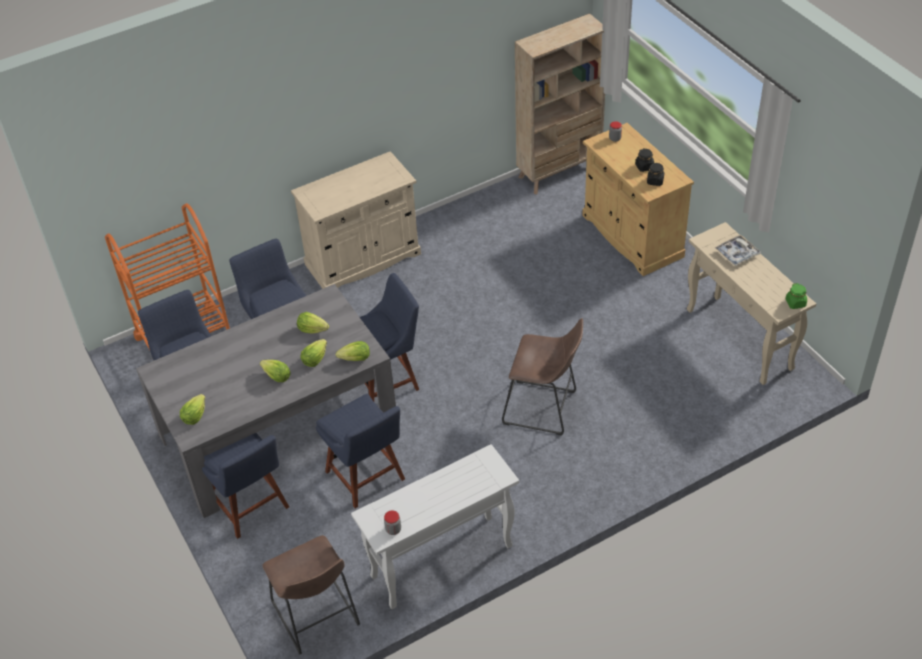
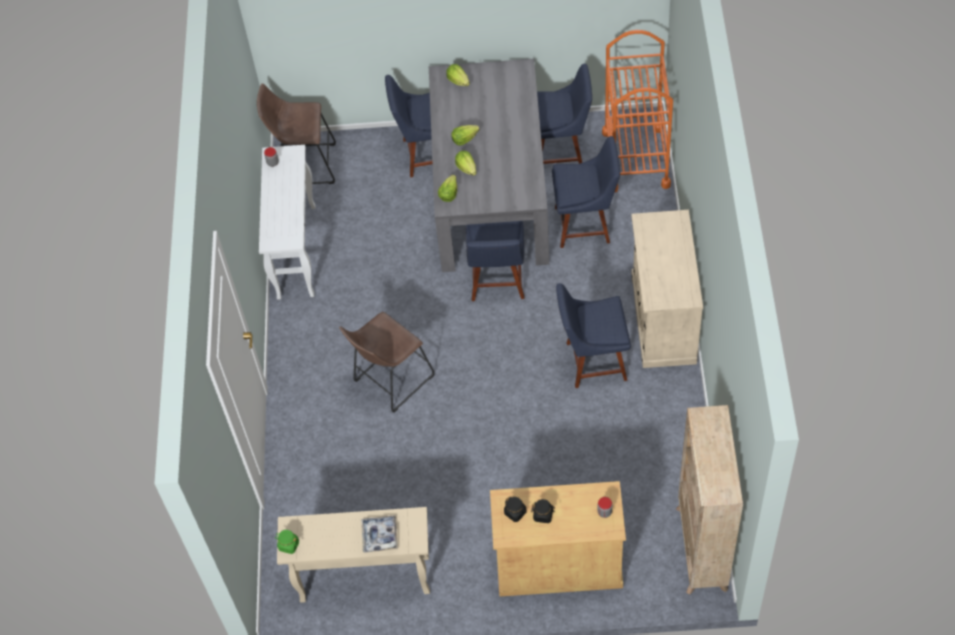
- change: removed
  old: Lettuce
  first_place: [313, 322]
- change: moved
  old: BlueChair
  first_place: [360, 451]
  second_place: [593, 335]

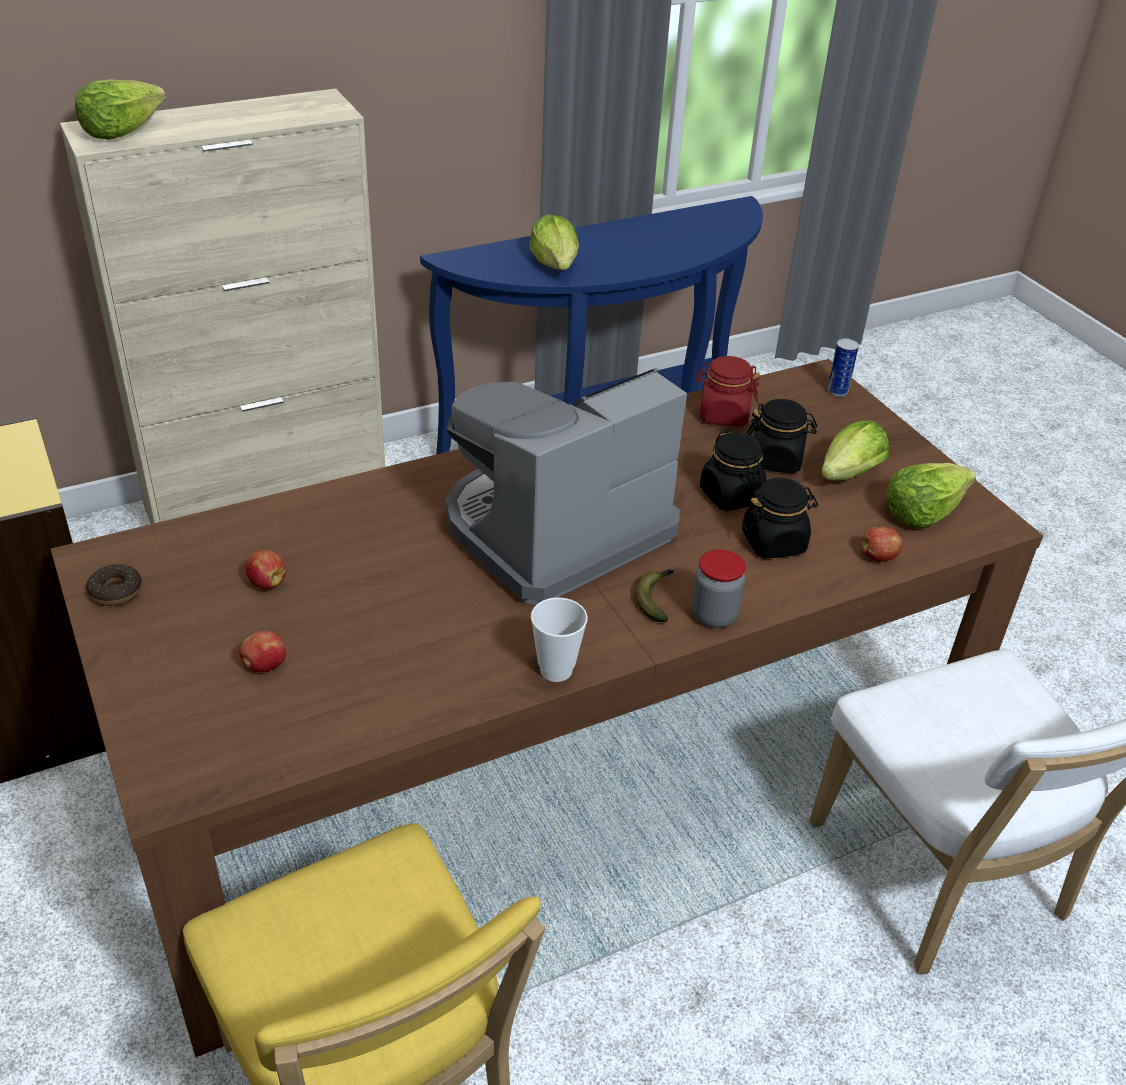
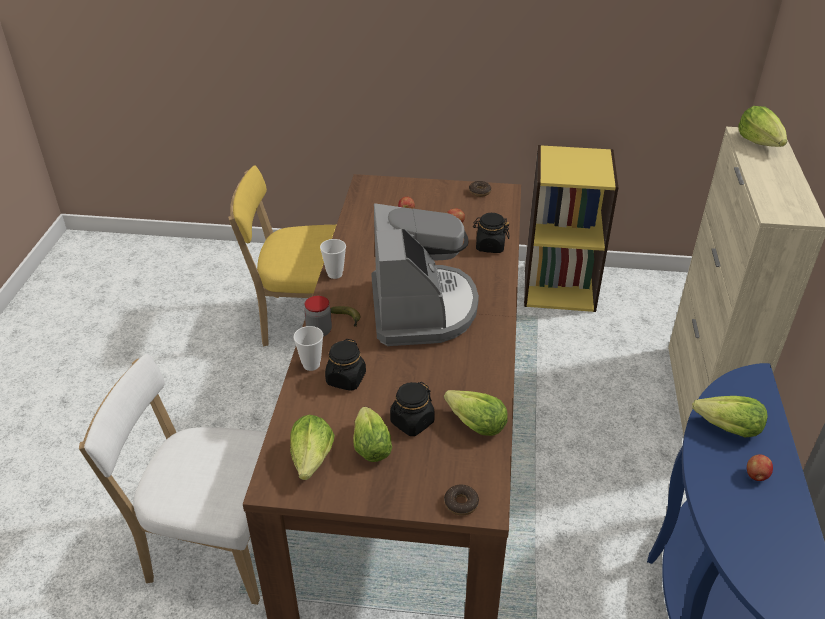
- change: replaced
  old: RedJar
  new: Lettuce
  first_place: [728, 391]
  second_place: [476, 413]
- change: moved
  old: BlackJar
  first_place: [733, 470]
  second_place: [491, 233]
- change: replaced
  old: Can
  new: Donut
  first_place: [843, 367]
  second_place: [461, 500]
- change: moved
  old: Apple
  first_place: [882, 544]
  second_place: [760, 468]
- change: added
  new: Cup
  second_place: [308, 348]

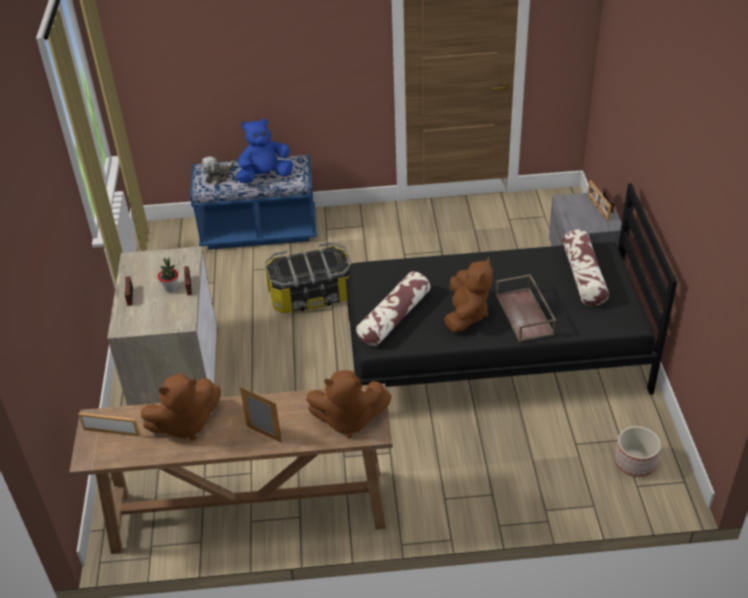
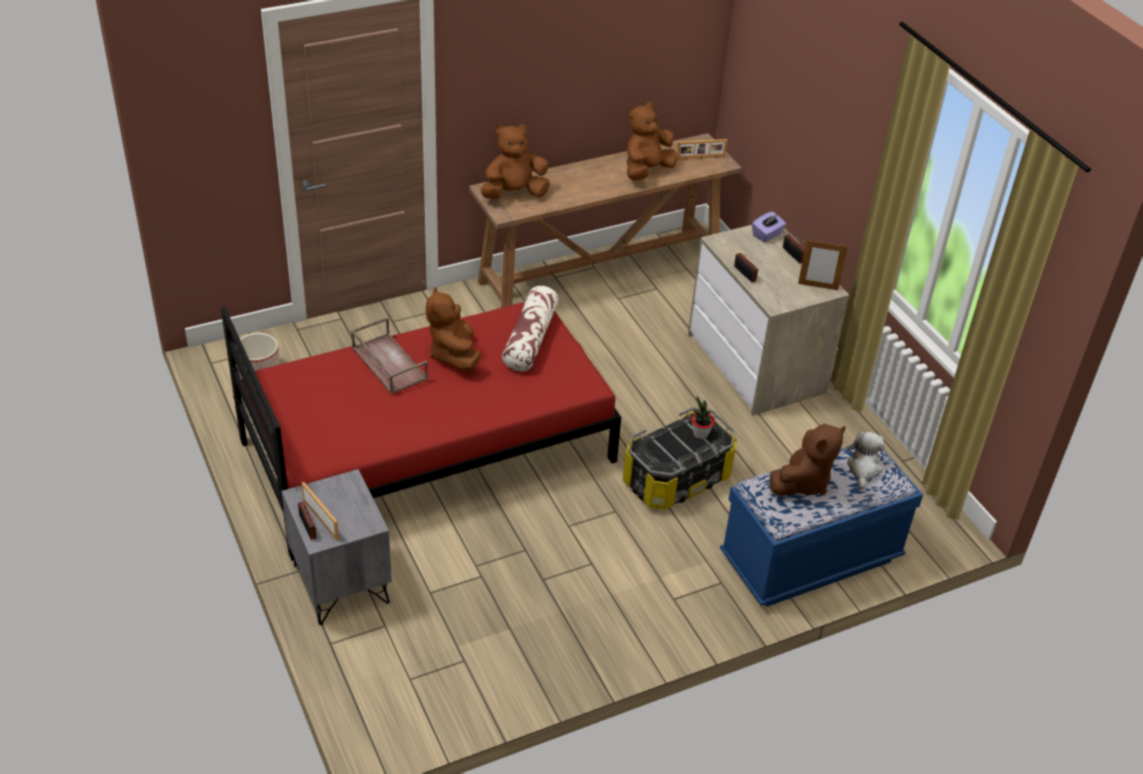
- change: moved
  old: PottedPlant
  first_place: [168, 274]
  second_place: [703, 417]
- change: recoloured
  old: BluePlushToy
  new: BrownPlushToy
  first_place: [264, 151]
  second_place: [807, 460]
- change: moved
  old: PictureFrame
  first_place: [261, 415]
  second_place: [823, 264]
- change: recoloured
  old: BlackBed
  new: RedBed
  first_place: [511, 289]
  second_place: [421, 431]
- change: removed
  old: Pillow
  first_place: [585, 268]
- change: added
  new: PurpleTissueBox
  second_place: [769, 227]

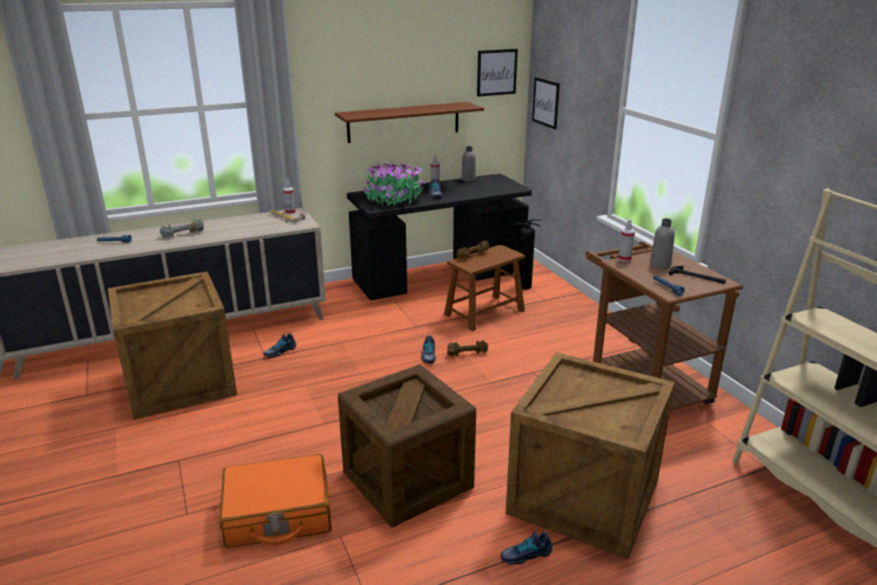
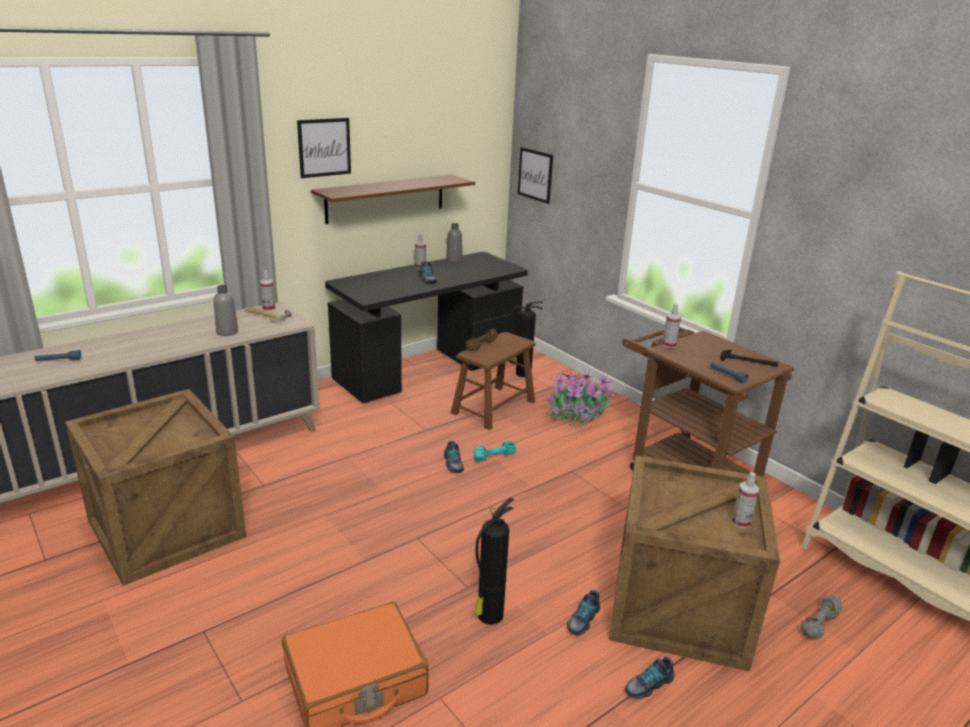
- change: moved
  old: GreyDumbbell
  first_place: [182, 228]
  second_place: [821, 617]
- change: moved
  old: Shoe
  first_place: [279, 345]
  second_place: [583, 612]
- change: replaced
  old: Crate
  new: FireExtinguisher
  first_place: [407, 446]
  second_place: [494, 561]
- change: moved
  old: PottedPlant
  first_place: [393, 182]
  second_place: [580, 397]
- change: recoloured
  old: BrownDumbbell
  new: TurquoiseDumbbell
  first_place: [467, 348]
  second_place: [494, 451]
- change: moved
  old: Picture
  first_place: [497, 73]
  second_place: [324, 148]
- change: moved
  old: GreyBottle
  first_place: [662, 243]
  second_place: [226, 310]
- change: added
  new: SprayBottle
  second_place: [745, 500]

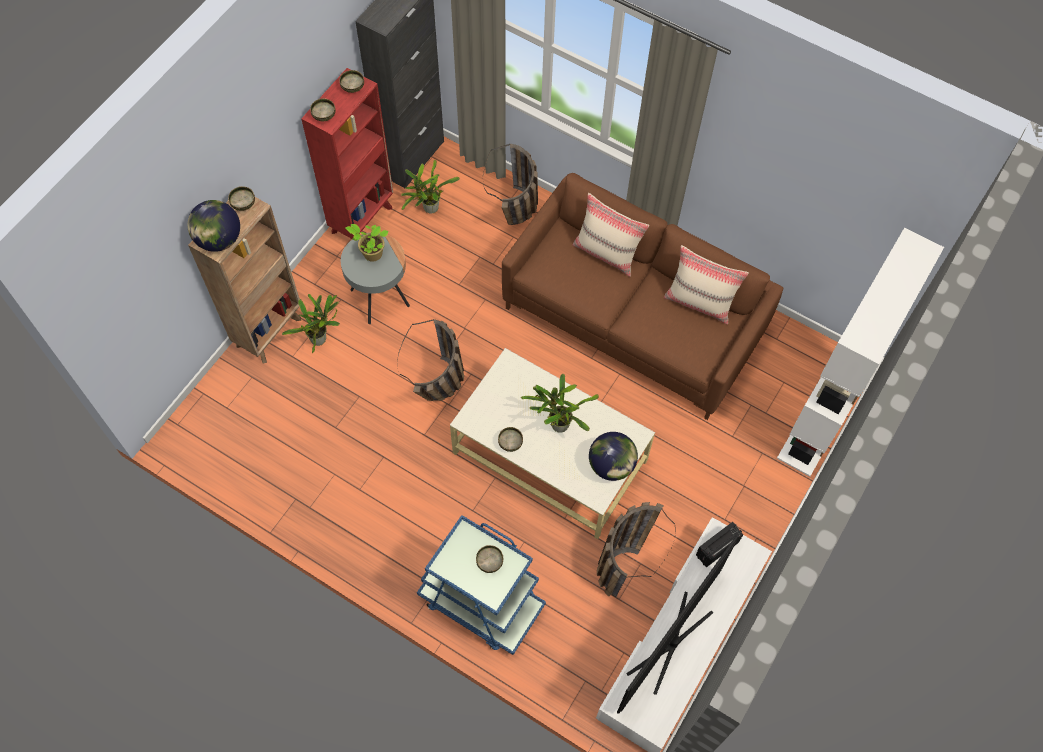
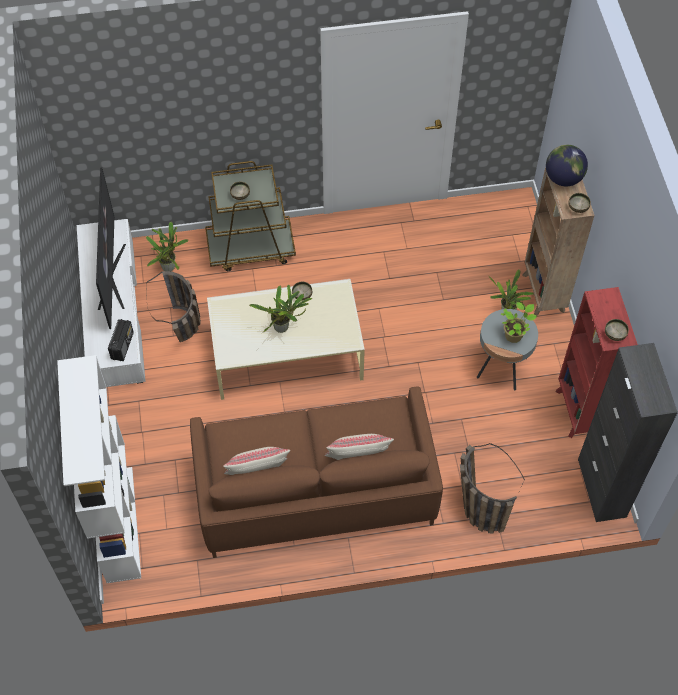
- change: removed
  old: Bowl
  first_place: [323, 109]
- change: removed
  old: Basket
  first_place: [430, 360]
- change: moved
  old: PottedPlant
  first_place: [430, 187]
  second_place: [167, 246]
- change: recoloured
  old: BlueCart
  new: BrownCart
  first_place: [481, 585]
  second_place: [250, 216]
- change: removed
  old: Globe
  first_place: [613, 456]

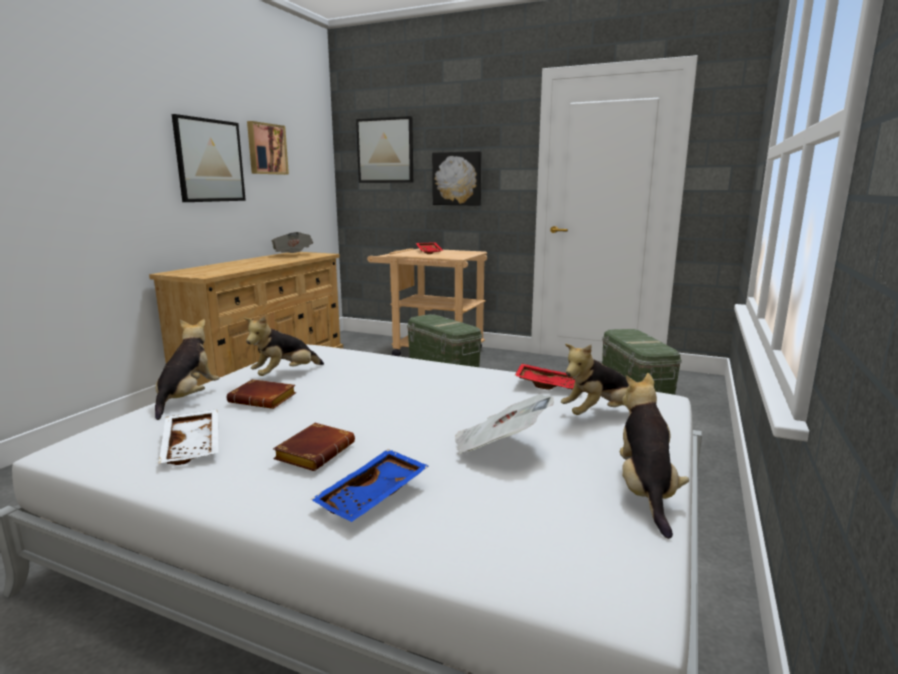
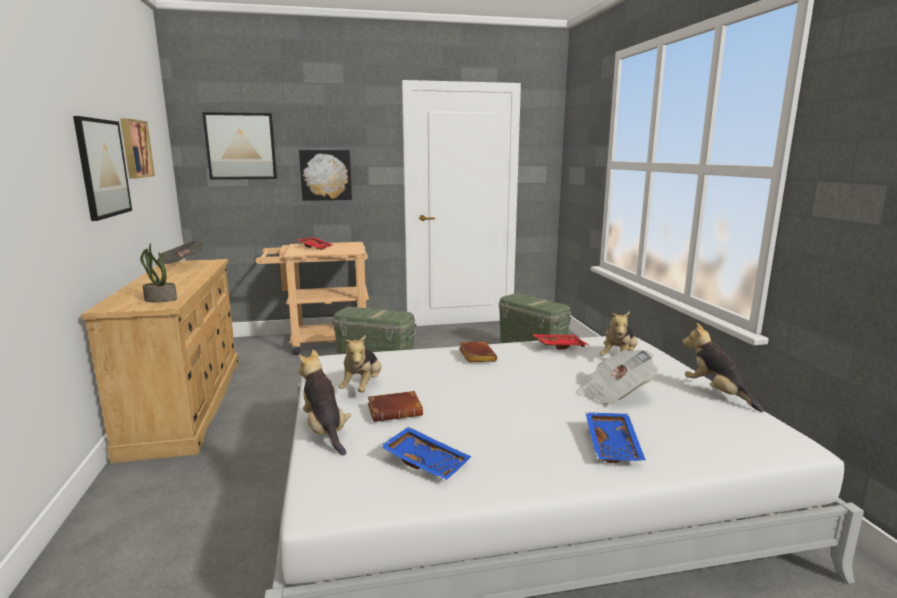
- change: recoloured
  old: WhiteTray
  new: BlueTray
  first_place: [188, 437]
  second_place: [425, 454]
- change: moved
  old: BrownBook
  first_place: [314, 447]
  second_place: [478, 352]
- change: added
  new: PottedPlant
  second_place: [158, 272]

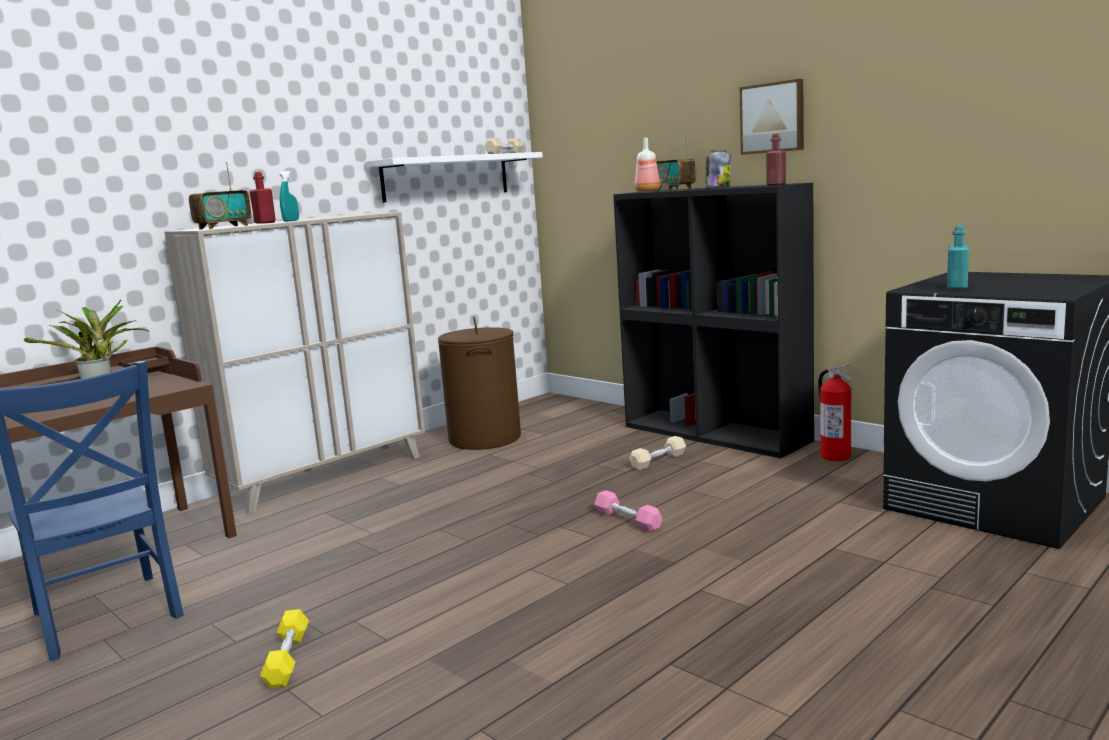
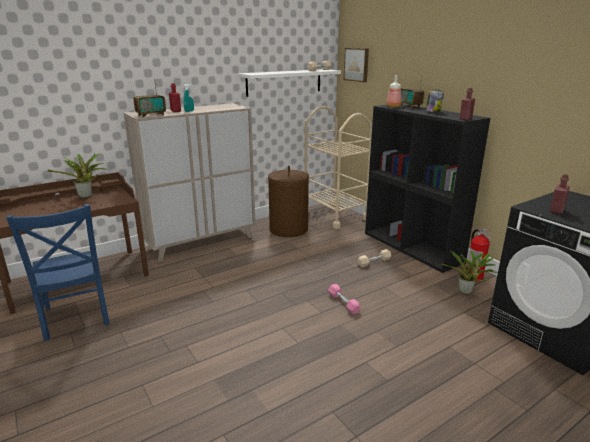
- change: removed
  old: YellowDumbbell
  first_place: [284, 648]
- change: moved
  old: Picture
  first_place: [771, 117]
  second_place: [356, 65]
- change: recoloured
  old: TurquoiseBottle
  new: RedBottle
  first_place: [958, 257]
  second_place: [560, 194]
- change: added
  new: BeigeCart
  second_place: [338, 167]
- change: added
  new: PottedPlant
  second_place: [469, 272]

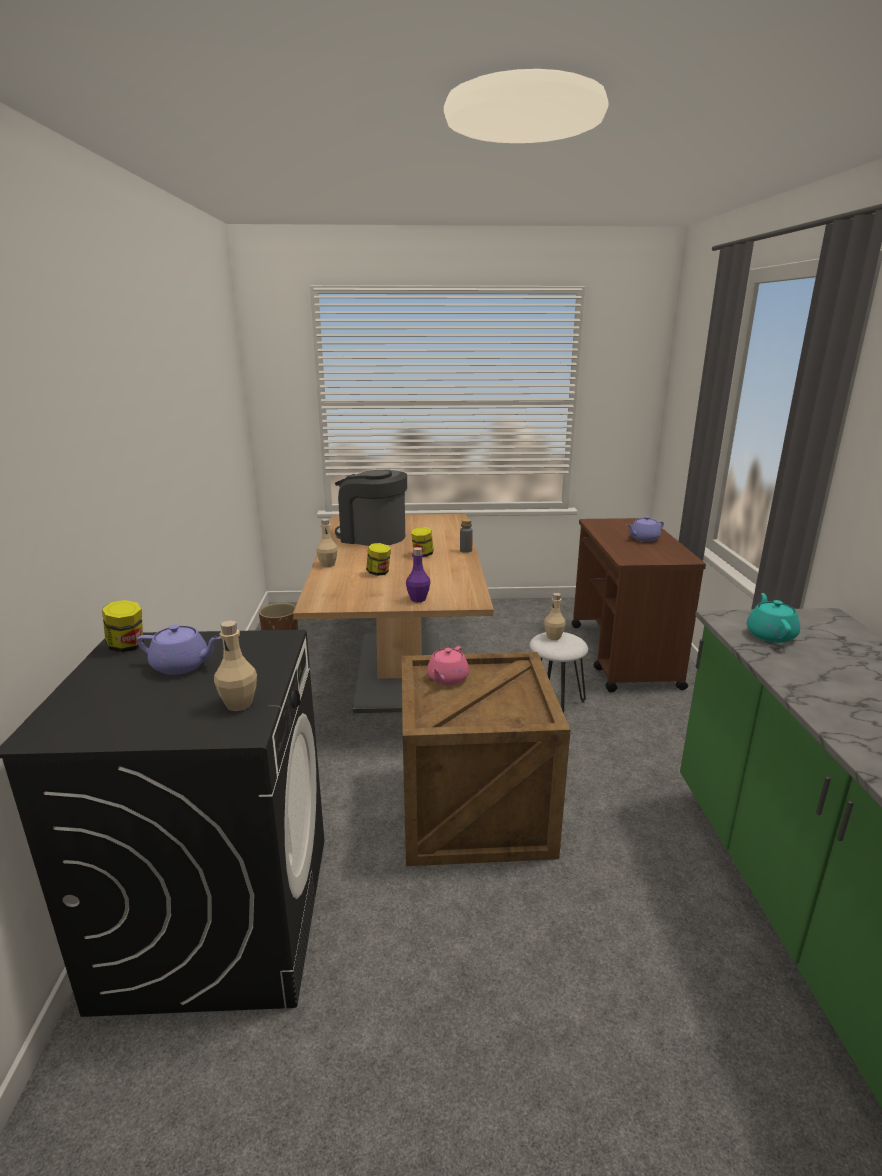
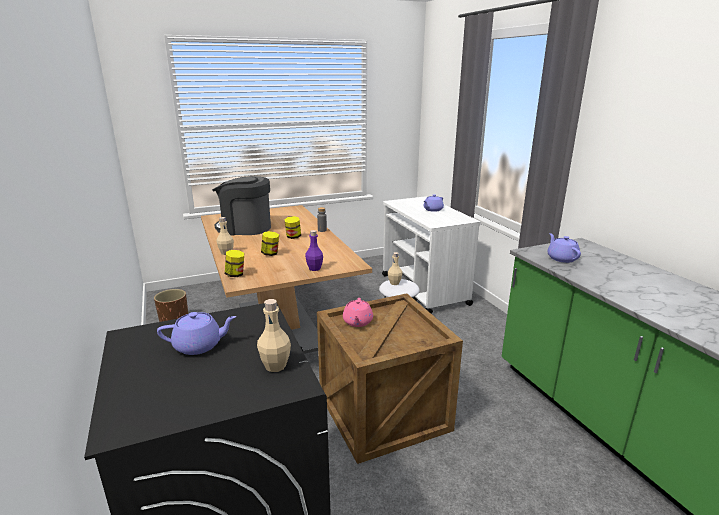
- change: moved
  old: Jar
  first_place: [123, 626]
  second_place: [234, 263]
- change: recoloured
  old: BrownCart
  new: WhiteCart
  first_place: [638, 605]
  second_place: [431, 255]
- change: recoloured
  old: TurquoiseTeapot
  new: PurpleTeapot
  first_place: [773, 618]
  second_place: [564, 248]

